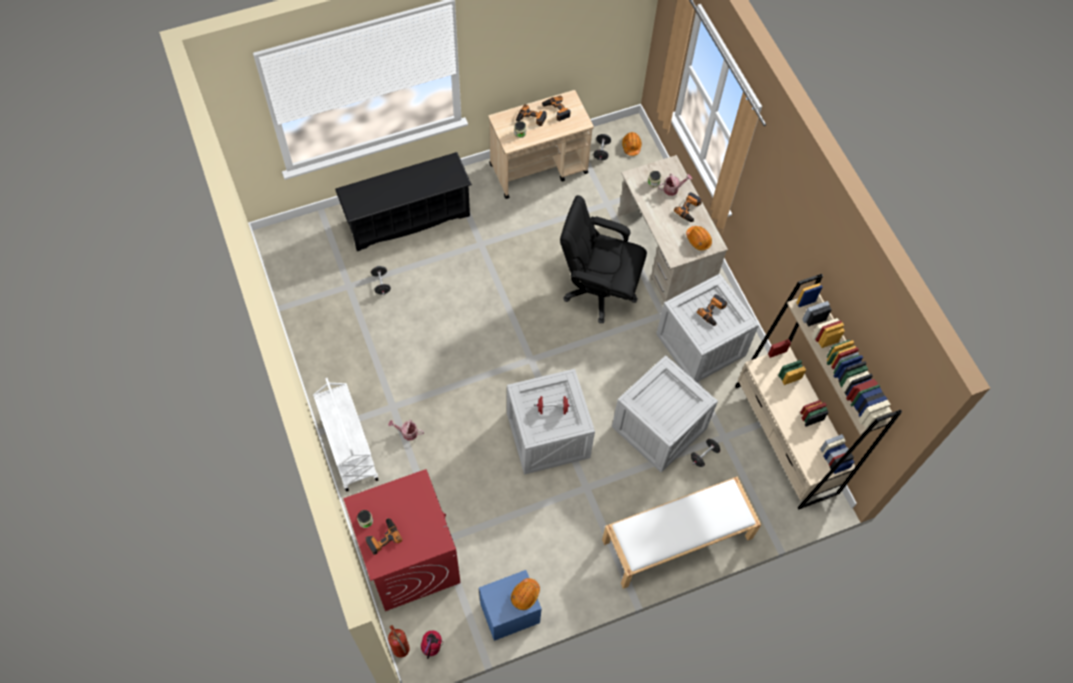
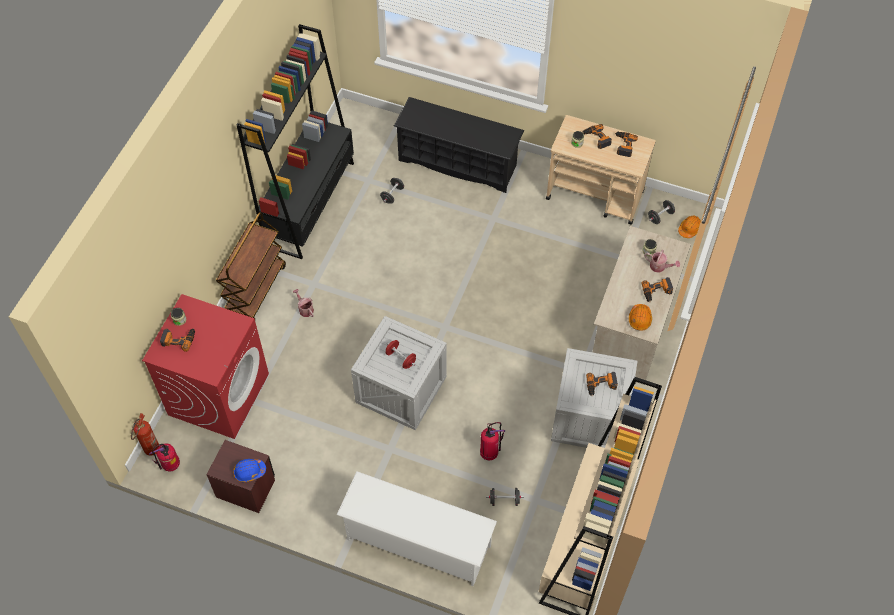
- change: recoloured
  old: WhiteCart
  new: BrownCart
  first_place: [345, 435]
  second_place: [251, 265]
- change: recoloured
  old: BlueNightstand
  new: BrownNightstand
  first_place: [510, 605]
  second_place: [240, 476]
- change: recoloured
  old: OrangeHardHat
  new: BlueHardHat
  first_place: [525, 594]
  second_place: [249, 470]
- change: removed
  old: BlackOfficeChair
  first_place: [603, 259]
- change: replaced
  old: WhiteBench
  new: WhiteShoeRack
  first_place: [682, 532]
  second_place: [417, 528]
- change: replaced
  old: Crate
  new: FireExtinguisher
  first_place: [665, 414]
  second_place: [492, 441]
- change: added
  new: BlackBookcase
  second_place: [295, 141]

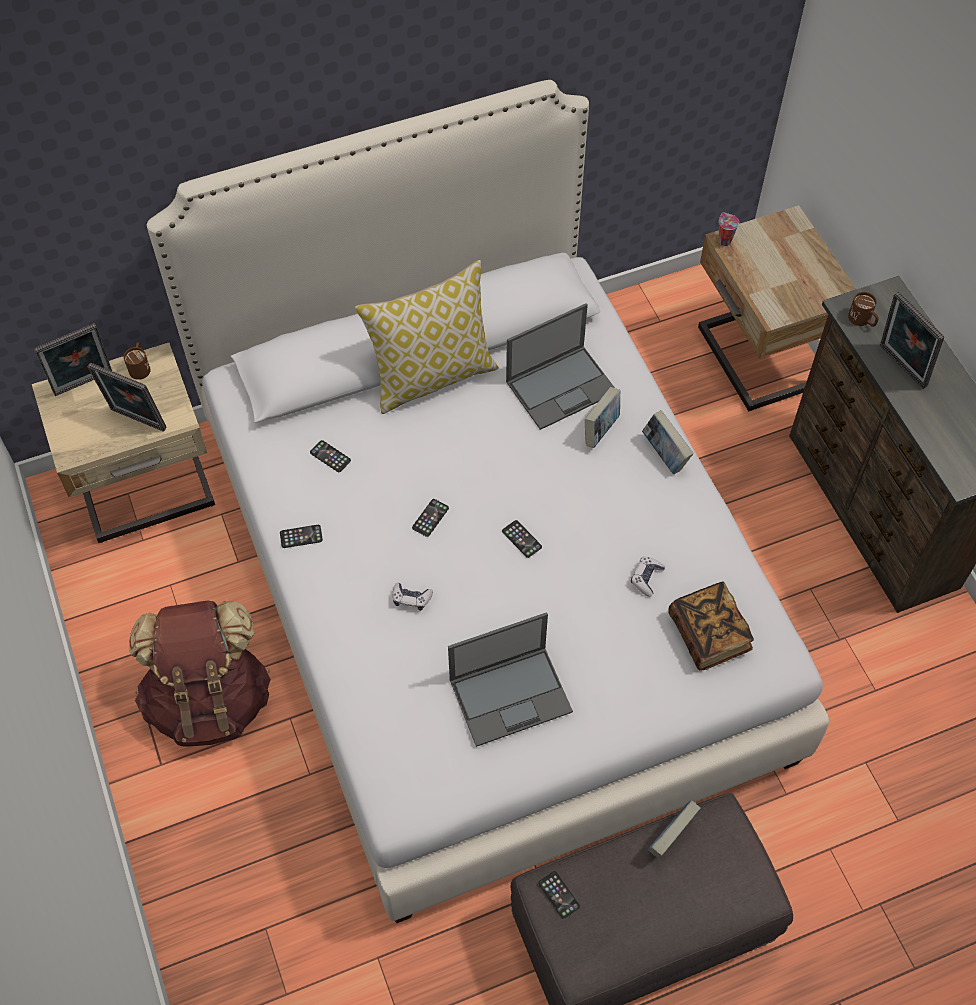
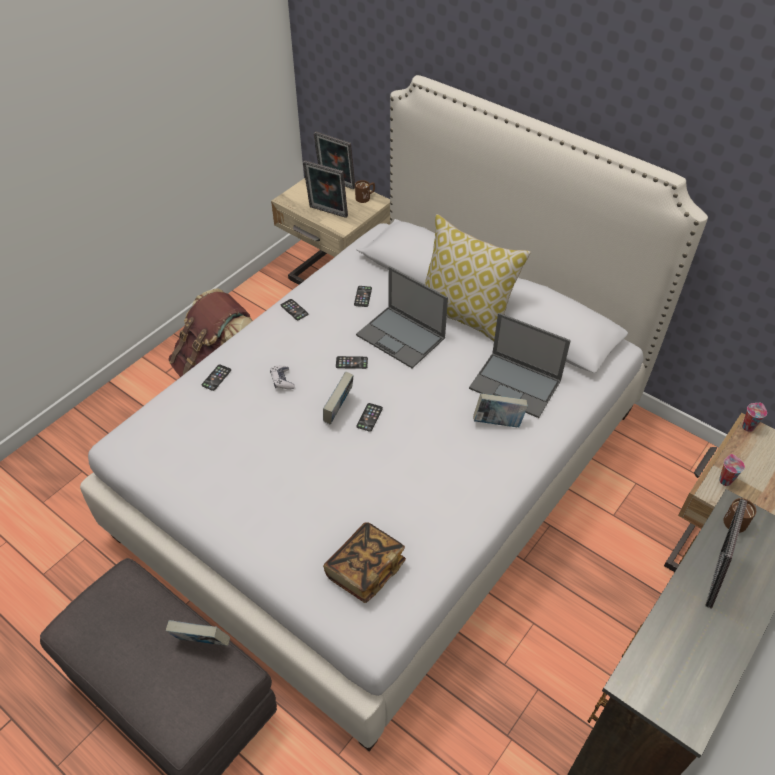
- change: turned
  old: PictureFrame
  first_place: [127, 397]
  second_place: [325, 189]
  degrees: -60
- change: moved
  old: Laptop
  first_place: [510, 679]
  second_place: [402, 317]
- change: moved
  old: Phone
  first_place: [559, 895]
  second_place: [216, 378]
- change: removed
  old: GameController
  first_place: [648, 577]
- change: moved
  old: Book
  first_place: [668, 442]
  second_place: [338, 398]
- change: added
  new: Cup
  second_place: [732, 470]

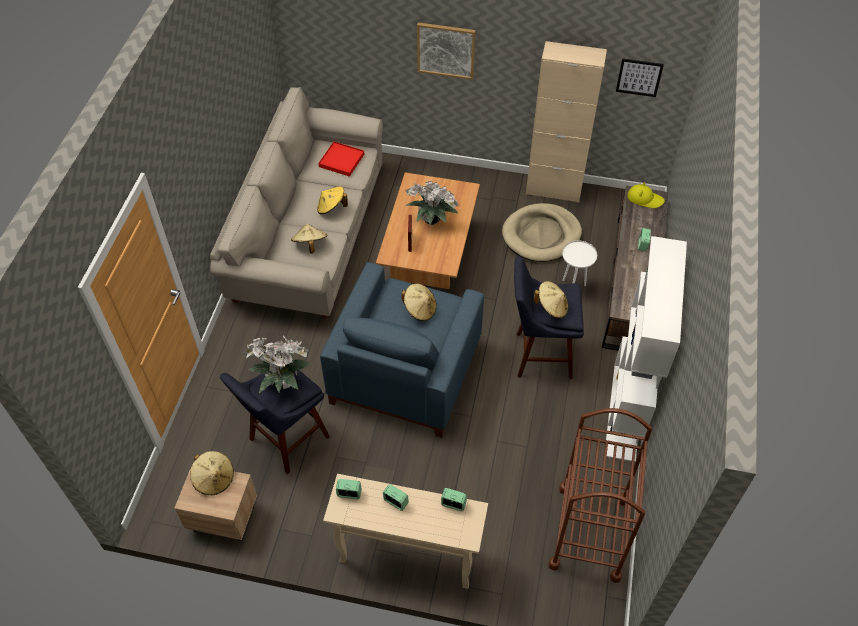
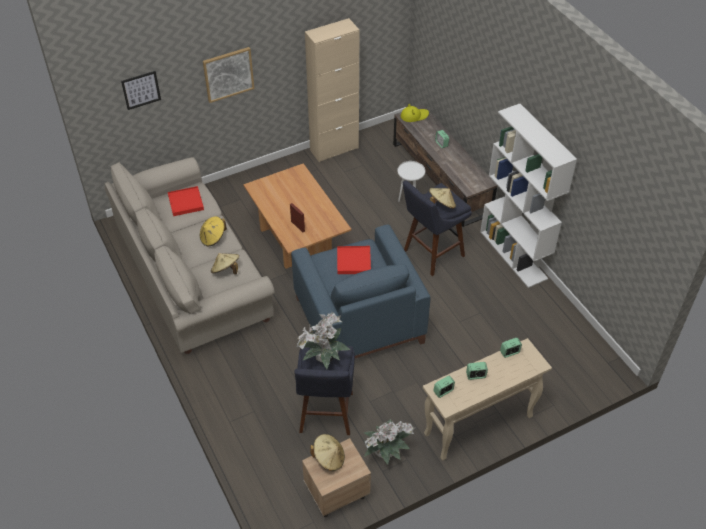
- change: replaced
  old: BeigeHat
  new: RedTray
  first_place: [418, 302]
  second_place: [354, 260]
- change: moved
  old: PottedPlant
  first_place: [432, 203]
  second_place: [389, 442]
- change: removed
  old: BeigeDogBed
  first_place: [542, 232]
- change: removed
  old: BrownCart
  first_place: [600, 495]
- change: moved
  old: Picture
  first_place: [640, 77]
  second_place: [141, 90]

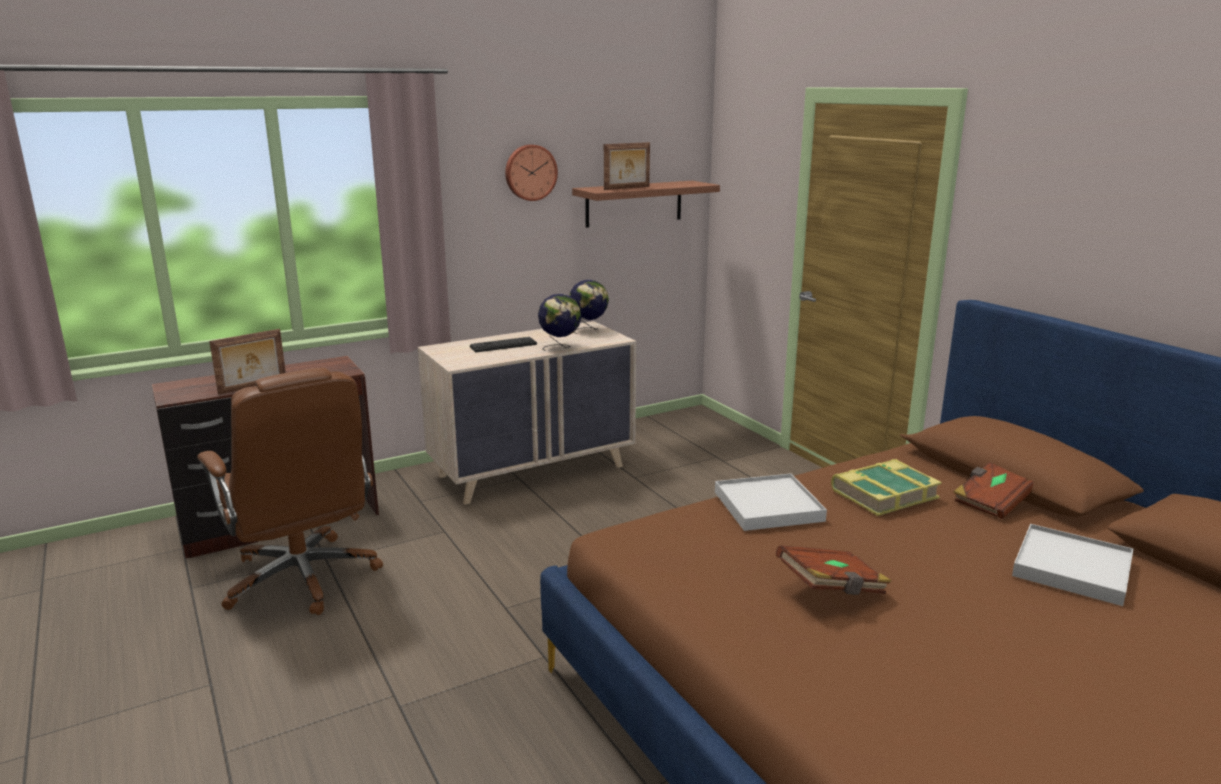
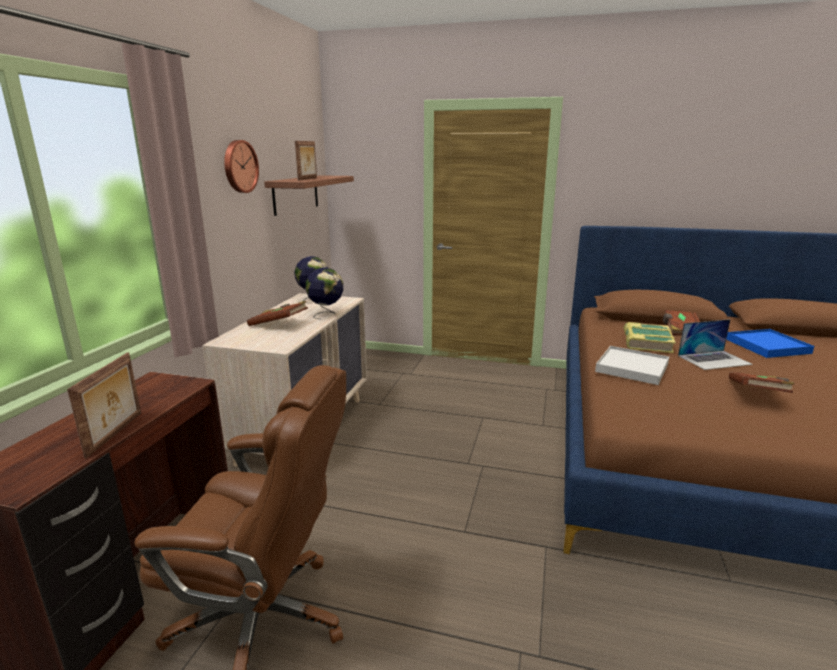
- change: replaced
  old: Keyboard
  new: BrownBook
  first_place: [503, 344]
  second_place: [277, 313]
- change: recoloured
  old: WhiteTray
  new: BlueTray
  first_place: [1072, 565]
  second_place: [770, 343]
- change: added
  new: Laptop
  second_place: [715, 344]

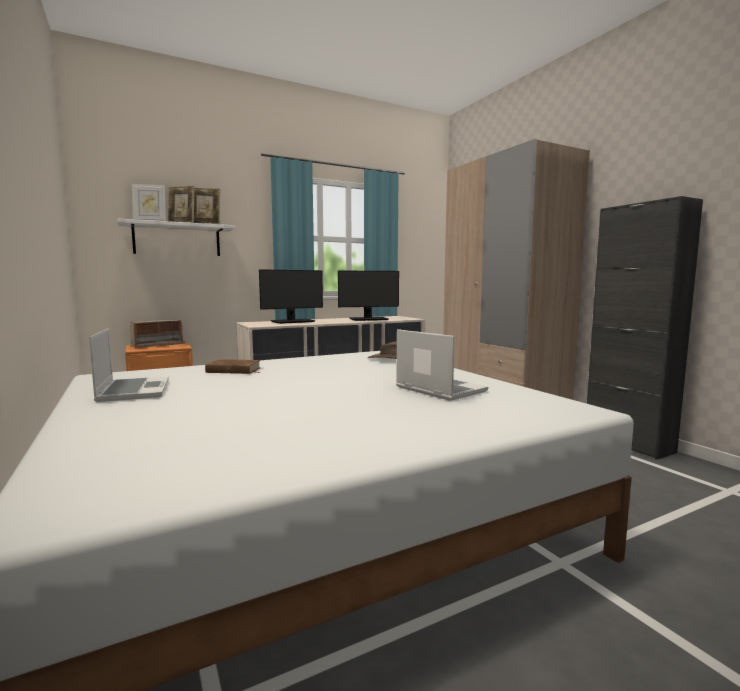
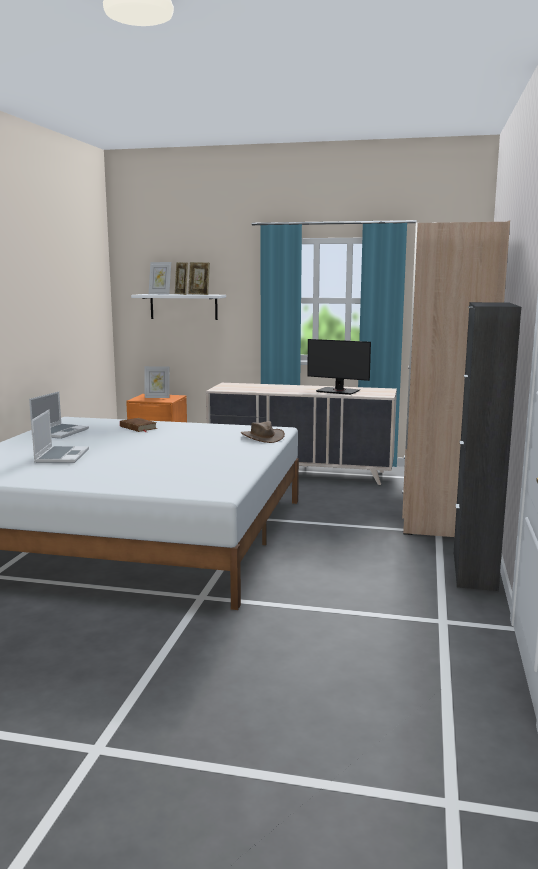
- change: replaced
  old: Radio
  new: PictureFrame
  first_place: [157, 333]
  second_place: [157, 382]
- change: removed
  old: Monitor
  first_place: [291, 296]
- change: moved
  old: Laptop
  first_place: [442, 365]
  second_place: [60, 436]

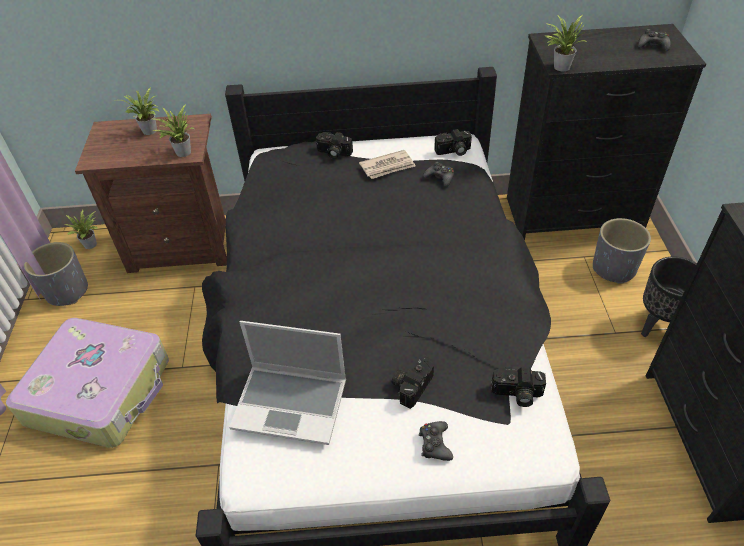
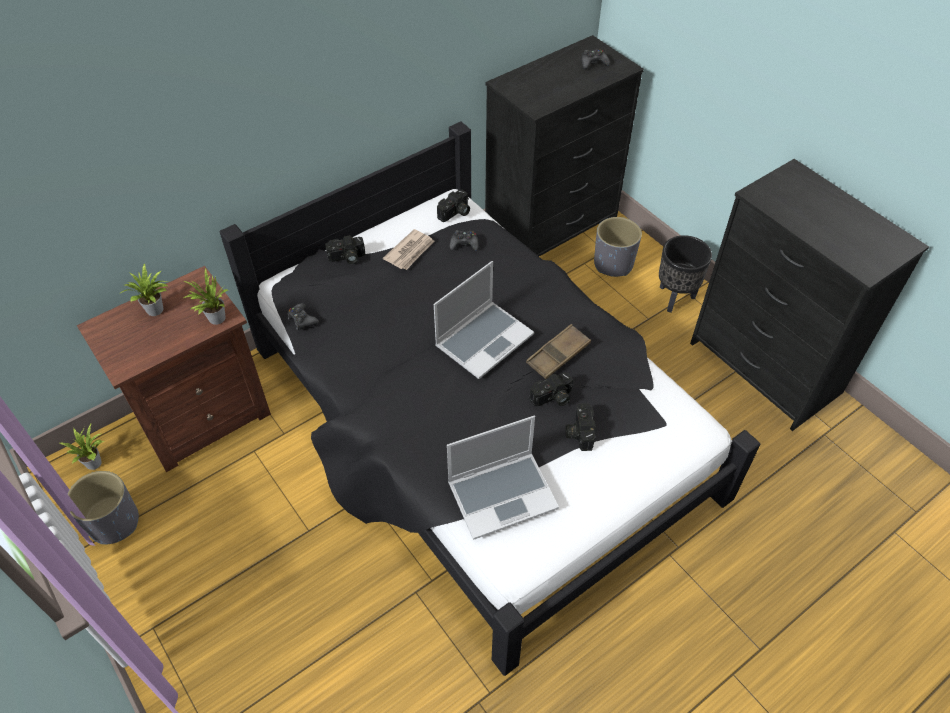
- change: removed
  old: Suitcase
  first_place: [87, 383]
- change: moved
  old: BlackGameController
  first_place: [436, 441]
  second_place: [303, 316]
- change: moved
  old: PhotoCamera
  first_place: [518, 387]
  second_place: [551, 389]
- change: removed
  old: PottedPlant
  first_place: [565, 43]
- change: added
  new: Laptop
  second_place: [484, 320]
- change: added
  new: BrownTray
  second_place: [558, 351]

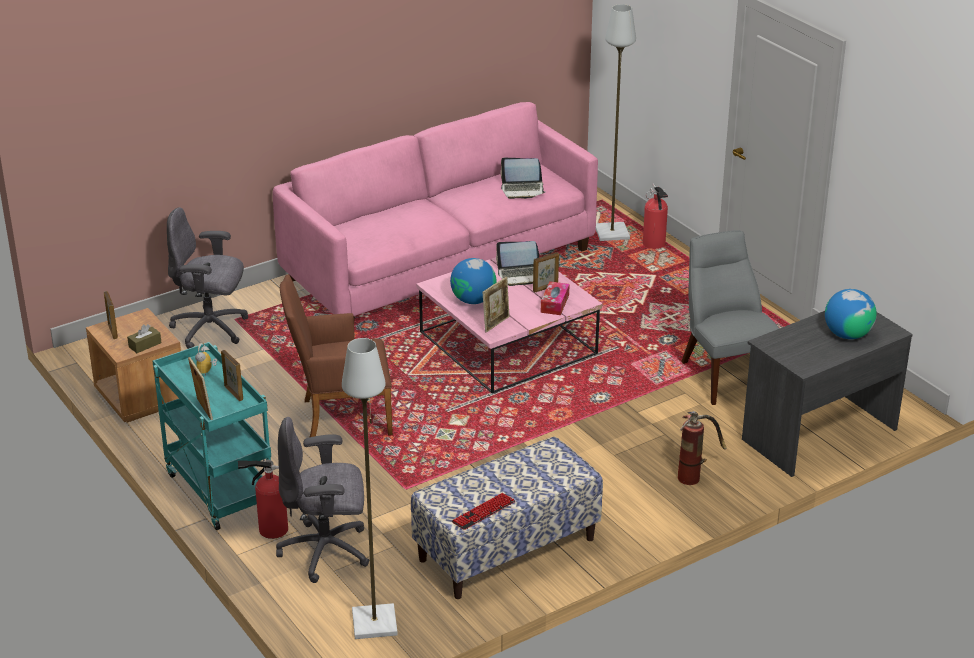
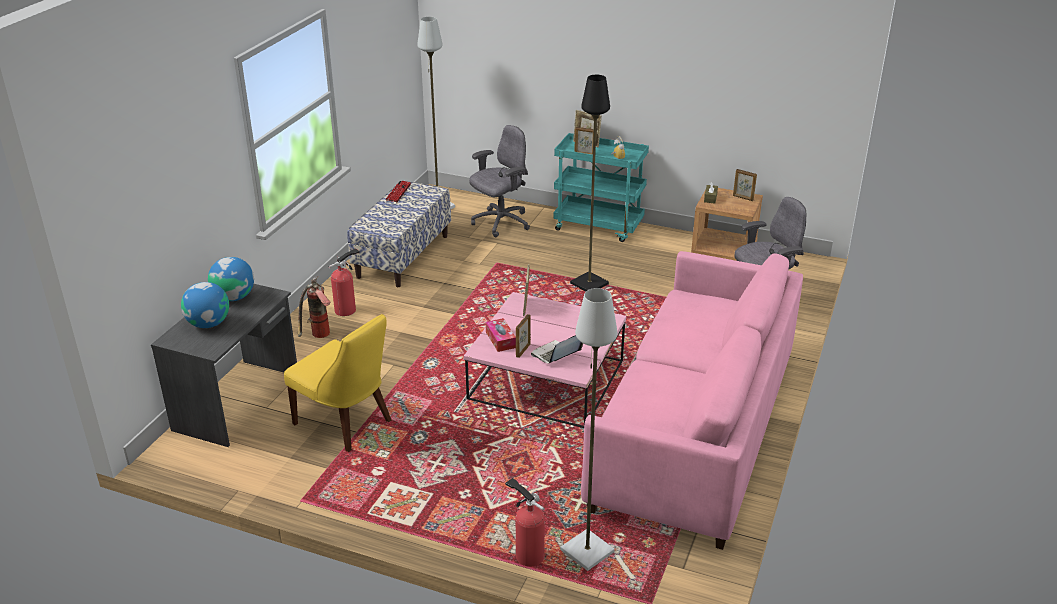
- change: moved
  old: FireExtinguisher
  first_place: [263, 499]
  second_place: [344, 282]
- change: replaced
  old: BrownArmchair
  new: BlackFloorLamp
  first_place: [336, 356]
  second_place: [590, 183]
- change: moved
  old: Globe
  first_place: [473, 281]
  second_place: [231, 279]
- change: removed
  old: Laptop
  first_place: [522, 178]
- change: recoloured
  old: GreyChair
  new: YellowChair
  first_place: [730, 317]
  second_place: [337, 383]

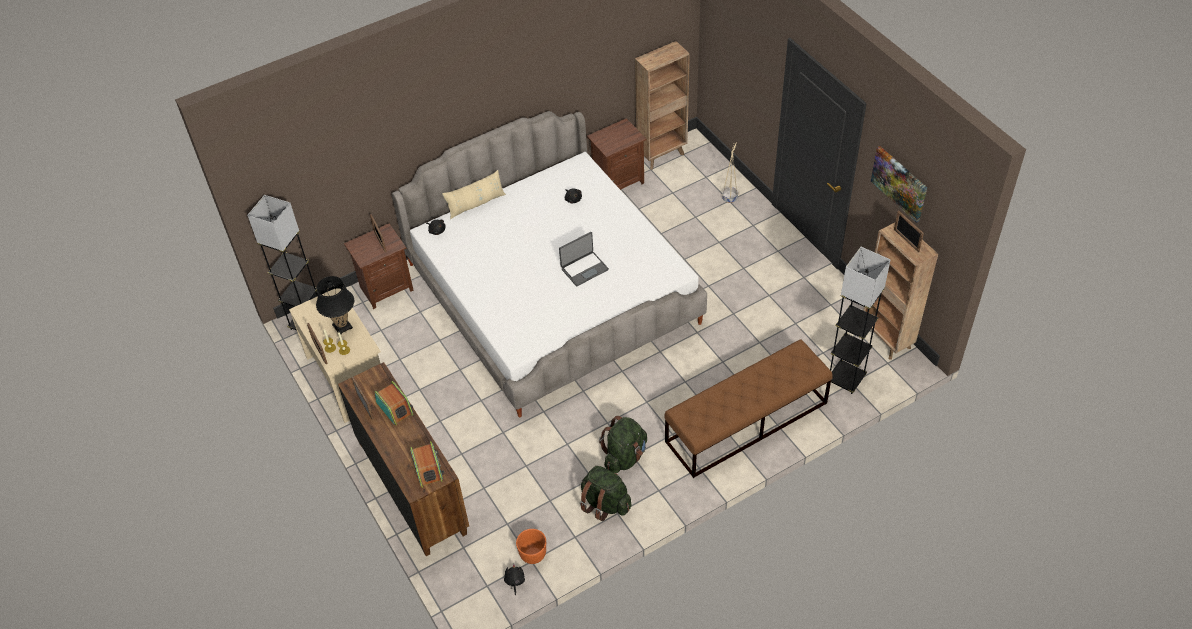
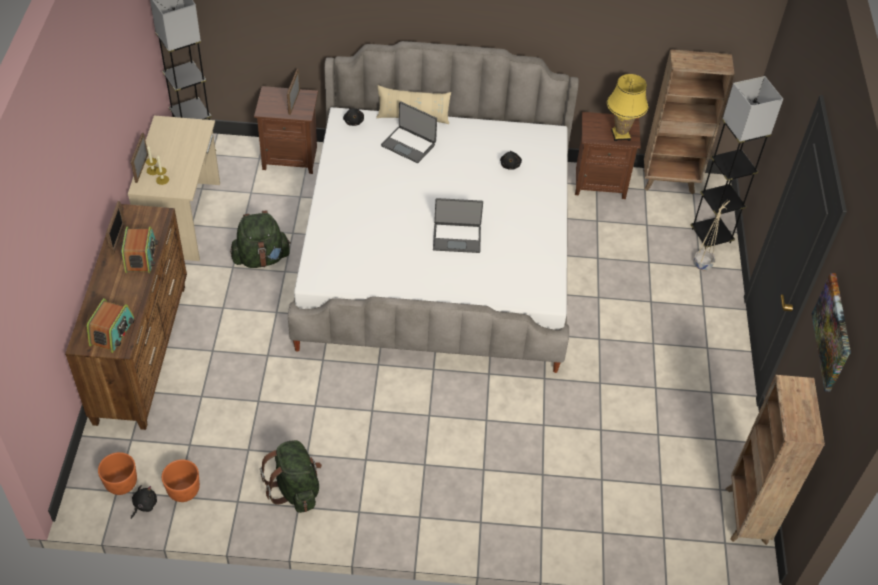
- change: removed
  old: BlackTableLamp
  first_place: [335, 305]
- change: moved
  old: GreenBackpack
  first_place: [623, 444]
  second_place: [260, 239]
- change: removed
  old: BrownBench
  first_place: [748, 409]
- change: moved
  old: GreyFloorLamp
  first_place: [860, 320]
  second_place: [737, 162]
- change: removed
  old: PictureFrame
  first_place: [909, 231]
- change: added
  new: OrangePlanter
  second_place: [117, 473]
- change: added
  new: Laptop
  second_place: [409, 132]
- change: added
  new: YellowTableLamp
  second_place: [627, 107]

